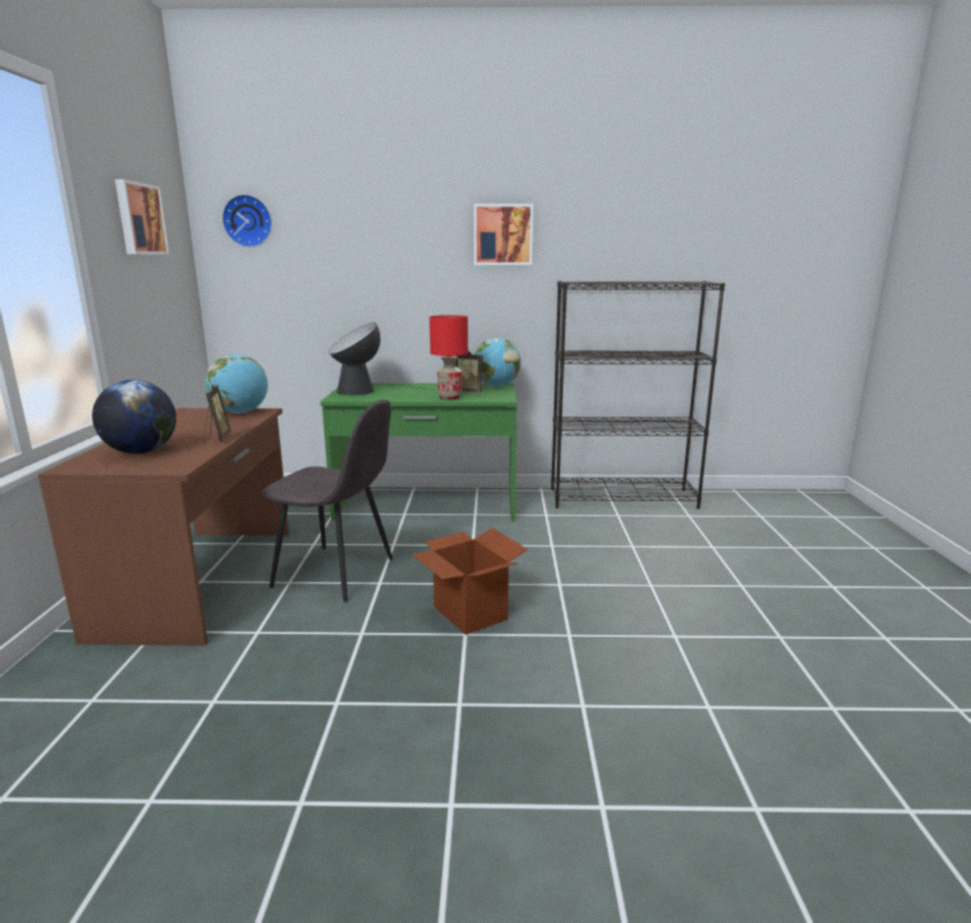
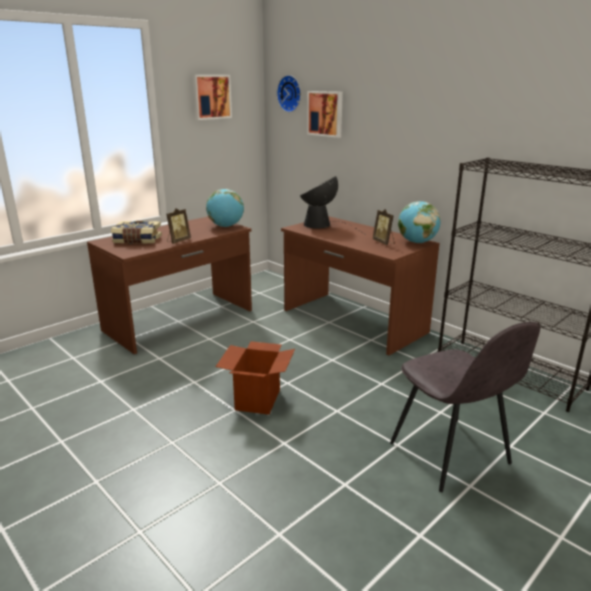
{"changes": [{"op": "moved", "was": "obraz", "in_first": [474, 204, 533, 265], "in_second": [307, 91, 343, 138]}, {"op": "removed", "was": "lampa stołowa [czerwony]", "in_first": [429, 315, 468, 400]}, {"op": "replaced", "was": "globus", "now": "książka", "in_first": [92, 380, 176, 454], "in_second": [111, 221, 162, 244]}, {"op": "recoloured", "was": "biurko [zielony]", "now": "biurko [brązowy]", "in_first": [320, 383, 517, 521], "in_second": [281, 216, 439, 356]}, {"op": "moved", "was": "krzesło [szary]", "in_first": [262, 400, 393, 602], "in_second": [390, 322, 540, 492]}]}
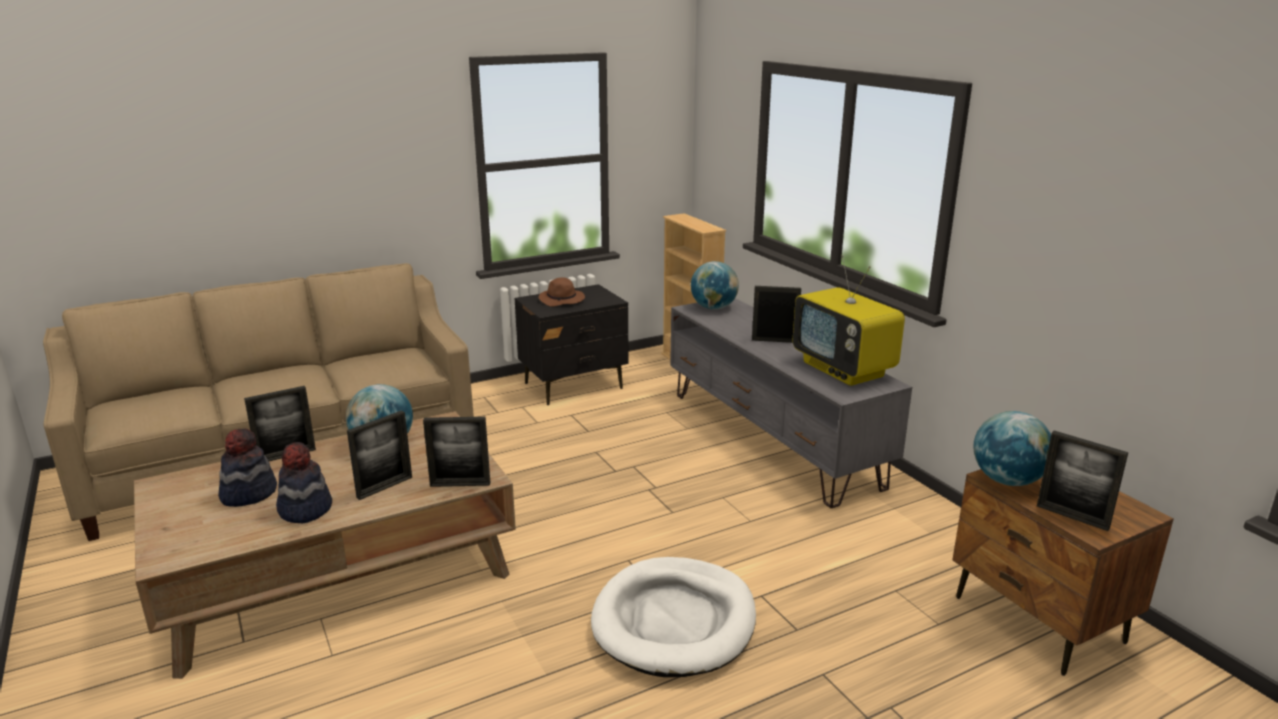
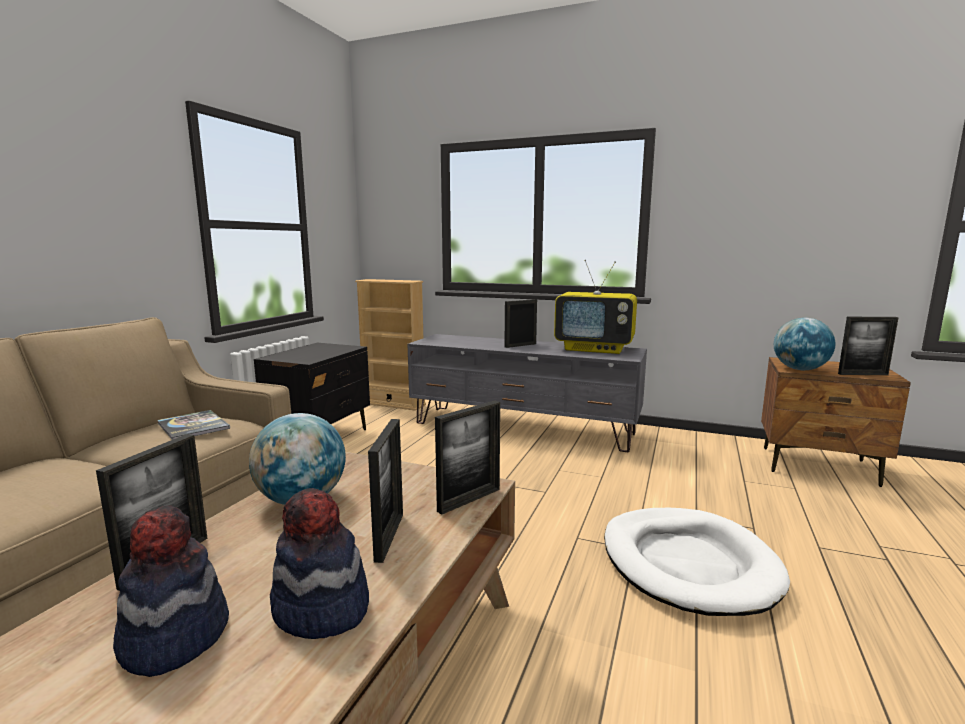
{"changes": [{"op": "removed", "was": "globus", "in_first": [691, 261, 739, 310]}, {"op": "removed", "was": "kapelusz [brązowy]", "in_first": [539, 277, 585, 307]}, {"op": "added", "now": "książka", "in_second": [158, 410, 230, 440]}]}
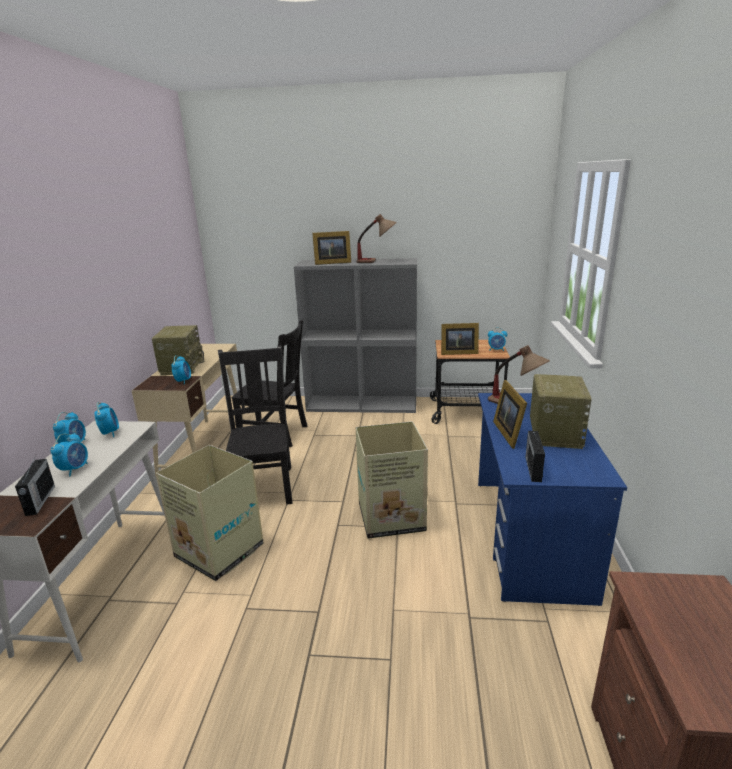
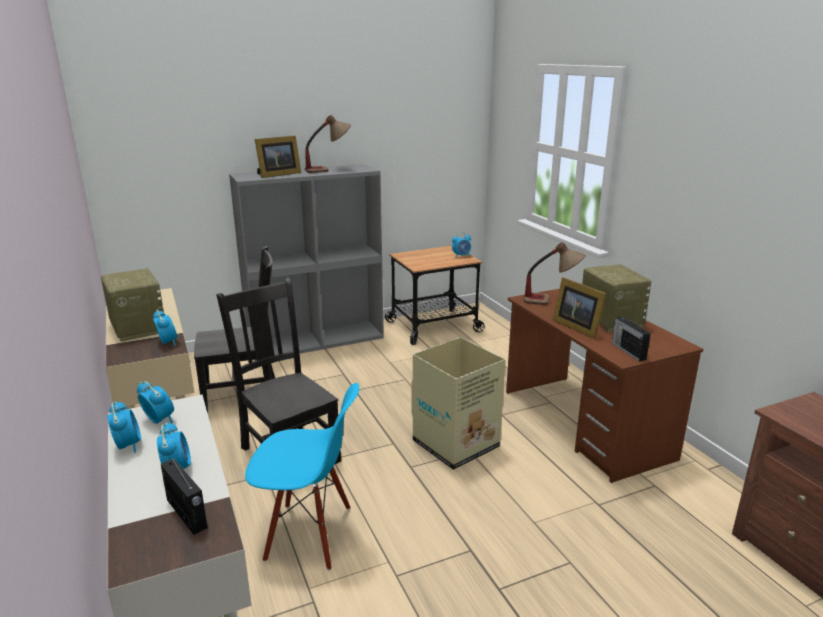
{"changes": [{"op": "removed", "was": "ramka na zdjęcie", "in_first": [441, 323, 479, 355]}, {"op": "recoloured", "was": "biurko [niebieski]", "now": "biurko [brązowy]", "in_first": [478, 393, 627, 606], "in_second": [506, 289, 703, 483]}, {"op": "replaced", "was": "karton", "now": "krzesło [niebieski]", "in_first": [156, 445, 264, 581], "in_second": [245, 383, 359, 570]}]}
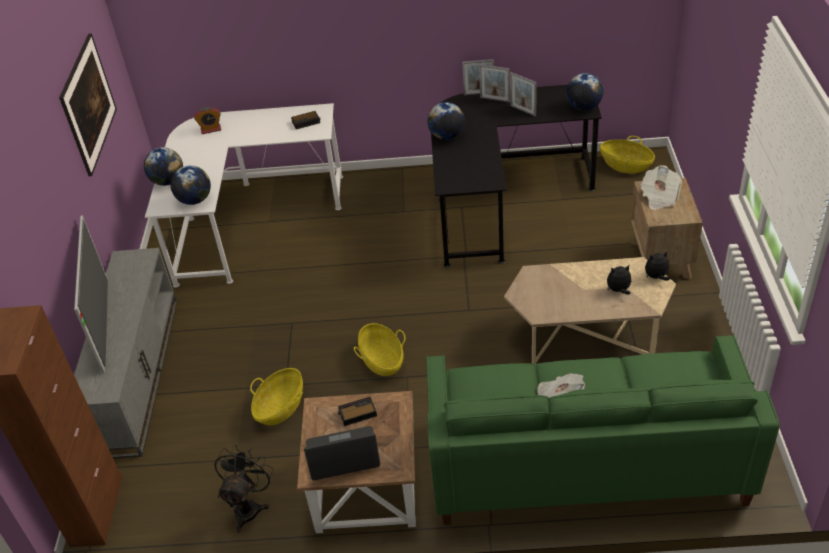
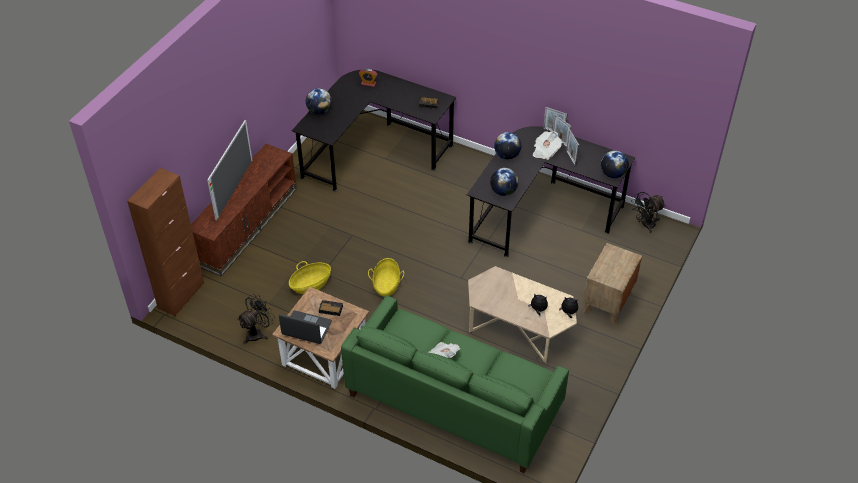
{"changes": [{"op": "removed", "was": "obraz", "in_first": [59, 34, 117, 176]}, {"op": "recoloured", "was": "biurko [biały]", "now": "biurko [czarny]", "in_first": [145, 103, 343, 288], "in_second": [292, 70, 457, 192]}, {"op": "replaced", "was": "koszyk", "now": "wentylator [czarny]", "in_first": [600, 136, 655, 174], "in_second": [631, 192, 666, 233]}, {"op": "moved", "was": "globus", "in_first": [171, 165, 211, 205], "in_second": [490, 168, 518, 196]}, {"op": "moved", "was": "gazeta", "in_first": [640, 165, 682, 210], "in_second": [533, 131, 562, 160]}, {"op": "recoloured", "was": "szafka pod telewizor [szary]", "now": "szafka pod telewizor [brązowy]", "in_first": [74, 248, 177, 459], "in_second": [191, 144, 297, 277]}]}
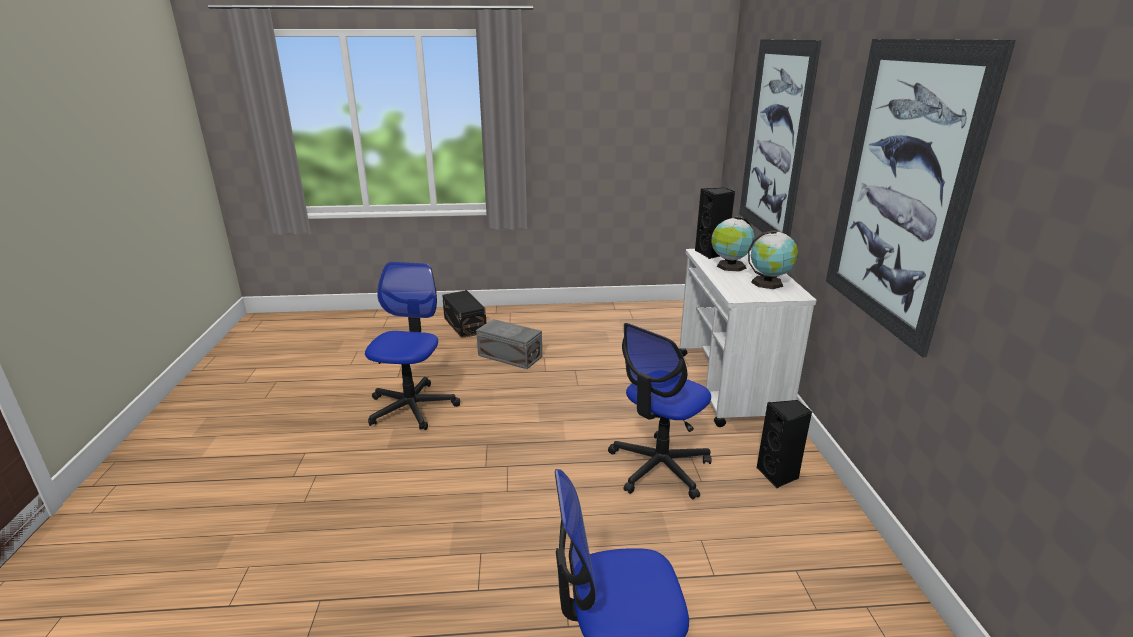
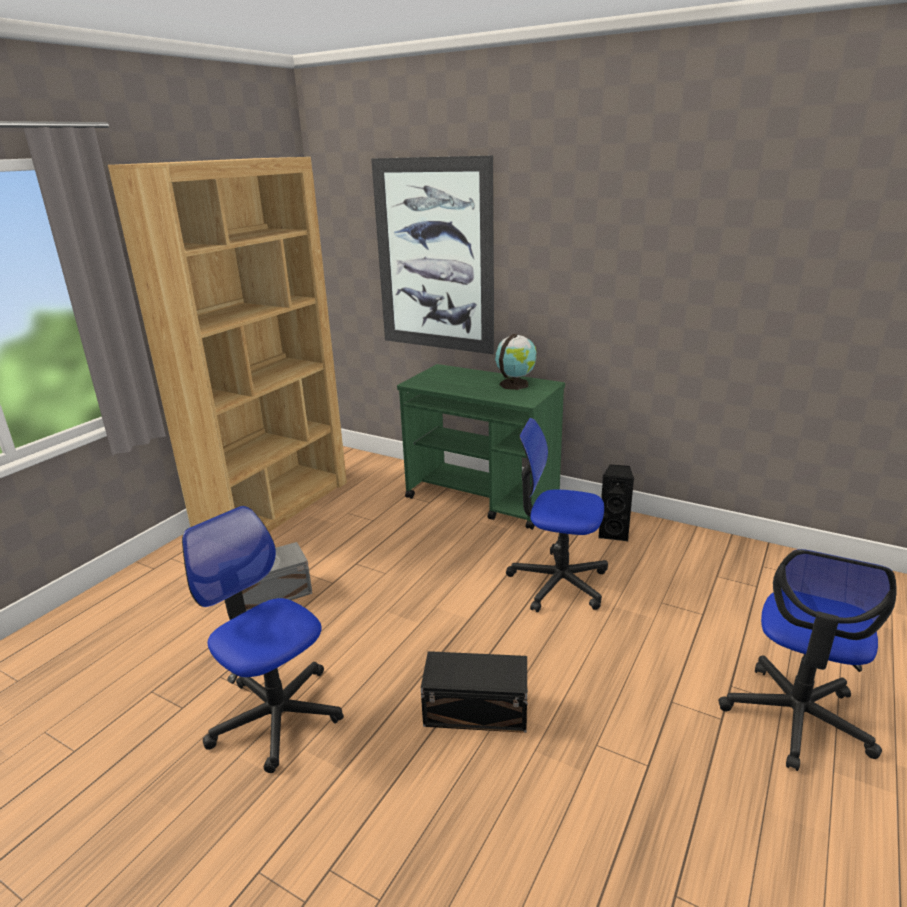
{"changes": [{"op": "removed", "was": "obraz", "in_first": [826, 39, 1016, 357]}, {"op": "removed", "was": "głośnik [czarny]", "in_first": [695, 188, 735, 259]}, {"op": "removed", "was": "globus", "in_first": [711, 217, 755, 271]}, {"op": "recoloured", "was": "wózek [biały]", "now": "wózek [zielony]", "in_first": [679, 249, 817, 427], "in_second": [397, 364, 565, 530]}, {"op": "moved", "was": "pojemnik do przechowywania [czarny]", "in_first": [442, 290, 486, 338], "in_second": [421, 651, 528, 733]}, {"op": "turned", "was": "krzesło biurowe", "in_first": [608, 323, 712, 499], "in_second": [506, 418, 608, 612], "clockwise": 120}, {"op": "added", "now": "regał [brązowy]", "in_second": [108, 157, 347, 532]}]}
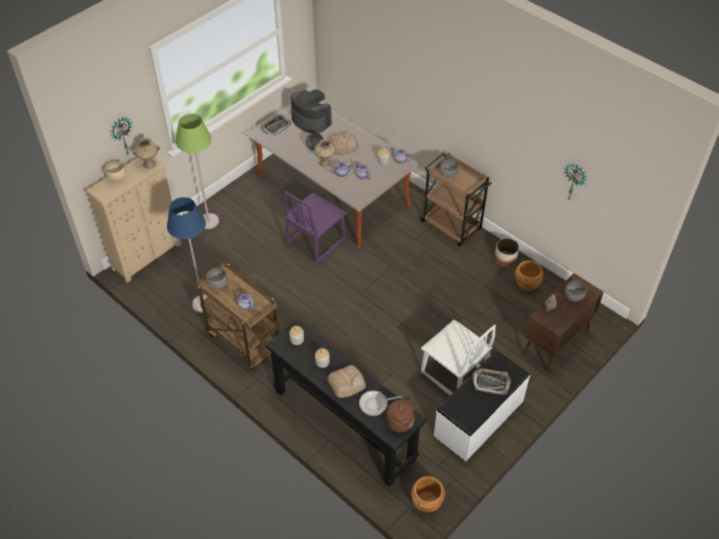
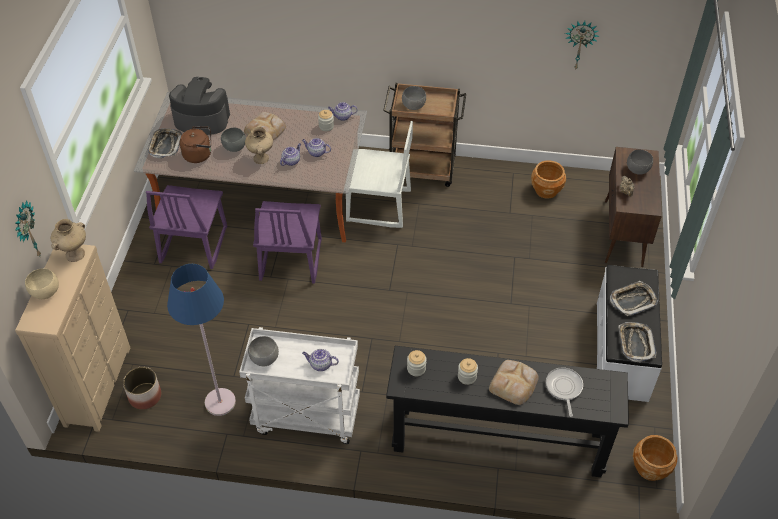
{"changes": [{"op": "removed", "was": "lampa stojąca [zielony]", "in_first": [176, 114, 219, 229]}, {"op": "moved", "was": "donica", "in_first": [494, 238, 519, 268], "in_second": [123, 367, 161, 410]}, {"op": "recoloured", "was": "wózek [brązowy]", "now": "wózek [biały]", "in_first": [196, 262, 279, 371], "in_second": [239, 327, 360, 444]}, {"op": "moved", "was": "krzesło [biały]", "in_first": [421, 320, 496, 395], "in_second": [346, 121, 413, 228]}, {"op": "turned", "was": "patelnia", "in_first": [359, 390, 402, 416], "in_second": [546, 367, 583, 417], "clockwise": 135}, {"op": "moved", "was": "czajnik [brązowy]", "in_first": [386, 397, 420, 432], "in_second": [179, 126, 211, 163]}, {"op": "added", "now": "krzesło [fioletowy]", "in_second": [146, 185, 227, 269]}, {"op": "added", "now": "taca", "in_second": [618, 322, 656, 363]}]}
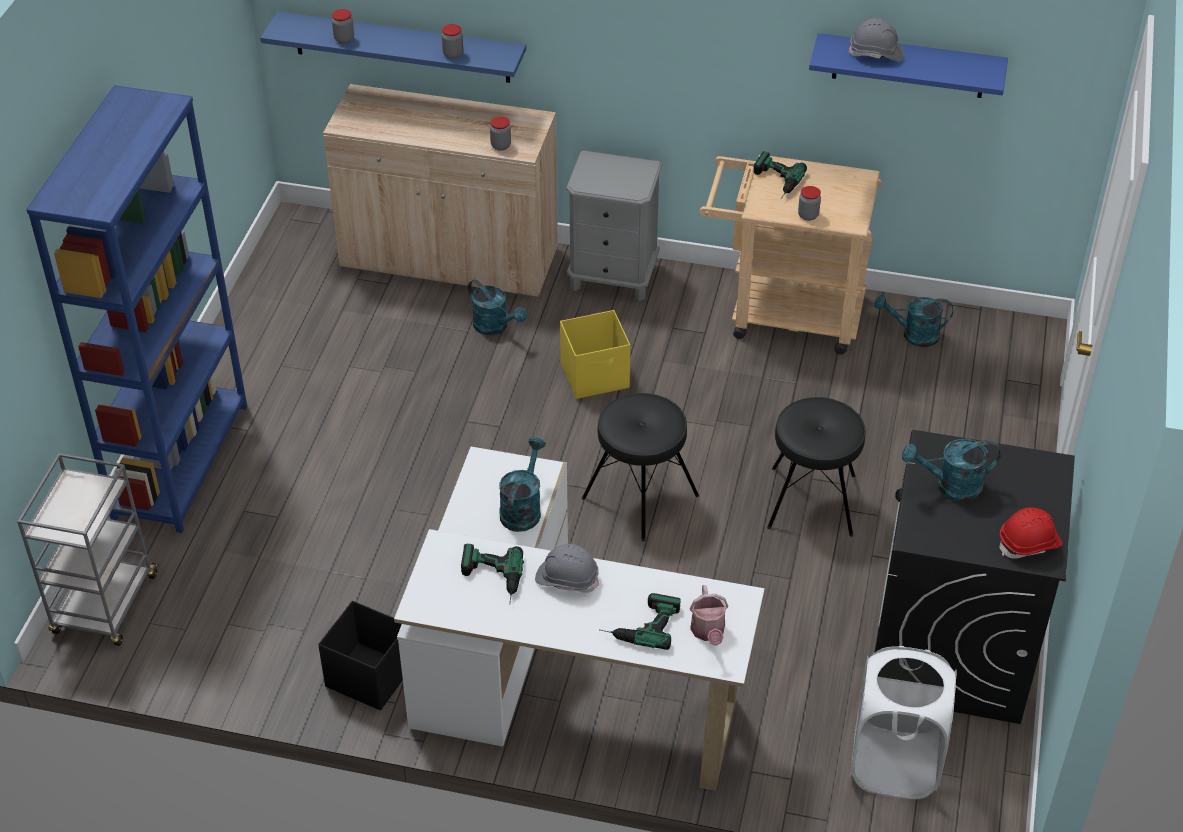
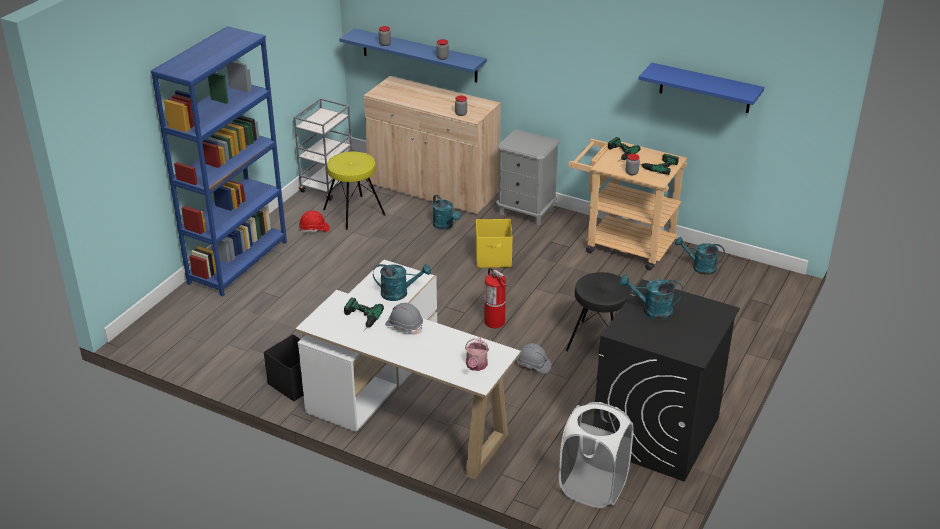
{"changes": [{"op": "moved", "was": "kask [szary]", "in_first": [848, 18, 904, 62], "in_second": [516, 343, 552, 373]}, {"op": "replaced", "was": "stołek [czarny]", "now": "gaśnica", "in_first": [582, 393, 699, 541], "in_second": [484, 268, 506, 328]}, {"op": "turned", "was": "konewka [turkusowy]", "in_first": [499, 437, 546, 532], "in_second": [373, 264, 431, 301], "clockwise": 60}, {"op": "moved", "was": "wózek [szary]", "in_first": [17, 453, 159, 646], "in_second": [293, 98, 352, 201]}, {"op": "moved", "was": "kask [czerwony]", "in_first": [999, 507, 1062, 559], "in_second": [299, 210, 330, 233]}, {"op": "moved", "was": "wiertarka", "in_first": [599, 593, 680, 650], "in_second": [639, 154, 679, 175]}, {"op": "added", "now": "stołek [żółty]", "in_second": [323, 152, 386, 230]}]}
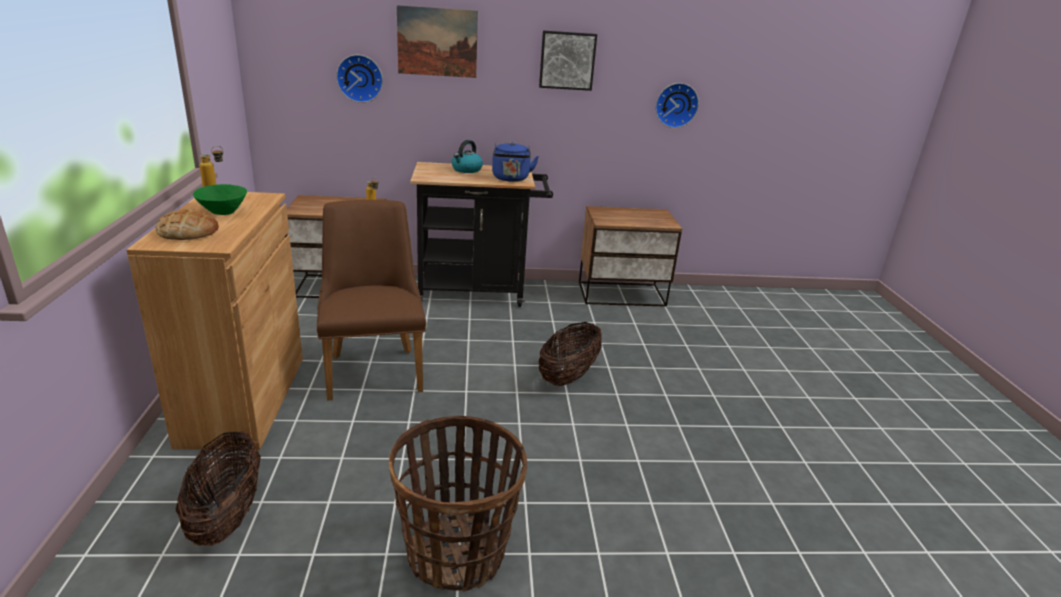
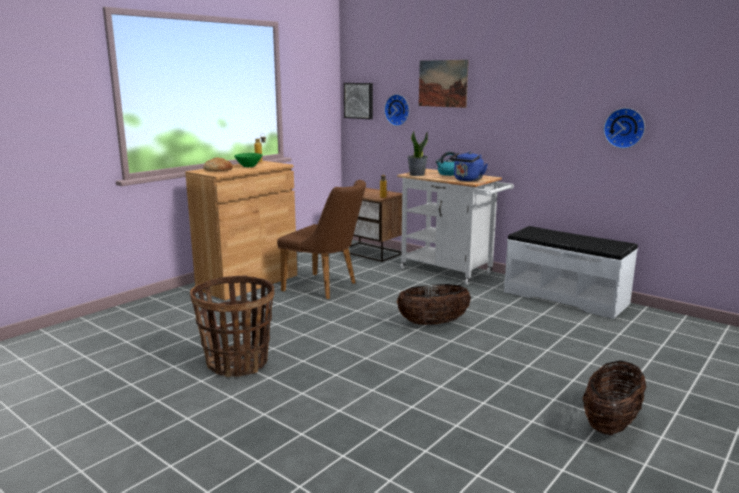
{"changes": [{"op": "moved", "was": "obraz", "in_first": [539, 30, 597, 91], "in_second": [344, 83, 373, 119]}, {"op": "recoloured", "was": "wózek [czarny]", "now": "wózek [biały]", "in_first": [410, 162, 553, 307], "in_second": [397, 169, 514, 285]}, {"op": "turned", "was": "krzesło [brązowy]", "in_first": [317, 200, 426, 401], "in_second": [277, 180, 366, 299], "clockwise": 90}, {"op": "replaced", "was": "szafka nocna", "now": "ławka [biały]", "in_first": [579, 206, 682, 307], "in_second": [504, 226, 638, 319]}, {"op": "moved", "was": "koszyk", "in_first": [175, 431, 261, 546], "in_second": [583, 360, 646, 435]}, {"op": "added", "now": "roślina doniczkowa", "in_second": [407, 130, 428, 176]}]}
